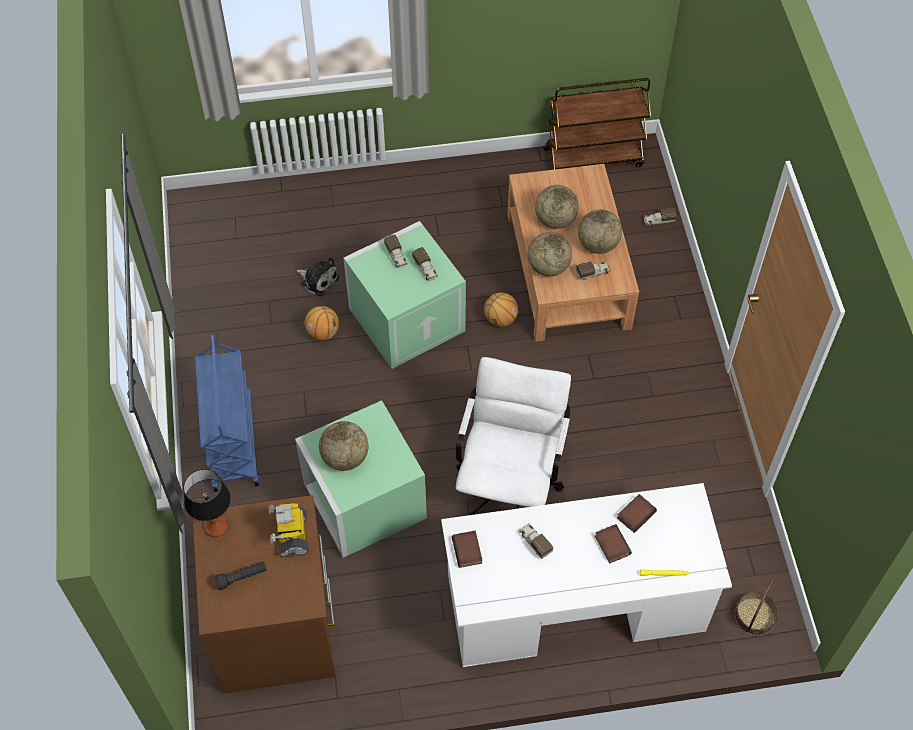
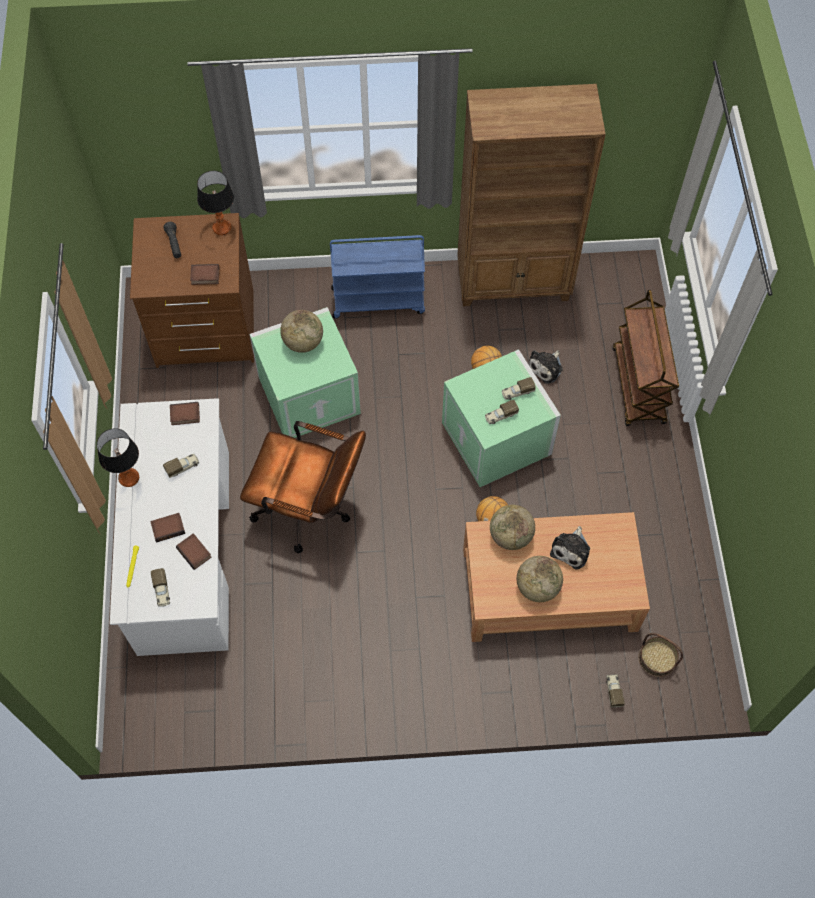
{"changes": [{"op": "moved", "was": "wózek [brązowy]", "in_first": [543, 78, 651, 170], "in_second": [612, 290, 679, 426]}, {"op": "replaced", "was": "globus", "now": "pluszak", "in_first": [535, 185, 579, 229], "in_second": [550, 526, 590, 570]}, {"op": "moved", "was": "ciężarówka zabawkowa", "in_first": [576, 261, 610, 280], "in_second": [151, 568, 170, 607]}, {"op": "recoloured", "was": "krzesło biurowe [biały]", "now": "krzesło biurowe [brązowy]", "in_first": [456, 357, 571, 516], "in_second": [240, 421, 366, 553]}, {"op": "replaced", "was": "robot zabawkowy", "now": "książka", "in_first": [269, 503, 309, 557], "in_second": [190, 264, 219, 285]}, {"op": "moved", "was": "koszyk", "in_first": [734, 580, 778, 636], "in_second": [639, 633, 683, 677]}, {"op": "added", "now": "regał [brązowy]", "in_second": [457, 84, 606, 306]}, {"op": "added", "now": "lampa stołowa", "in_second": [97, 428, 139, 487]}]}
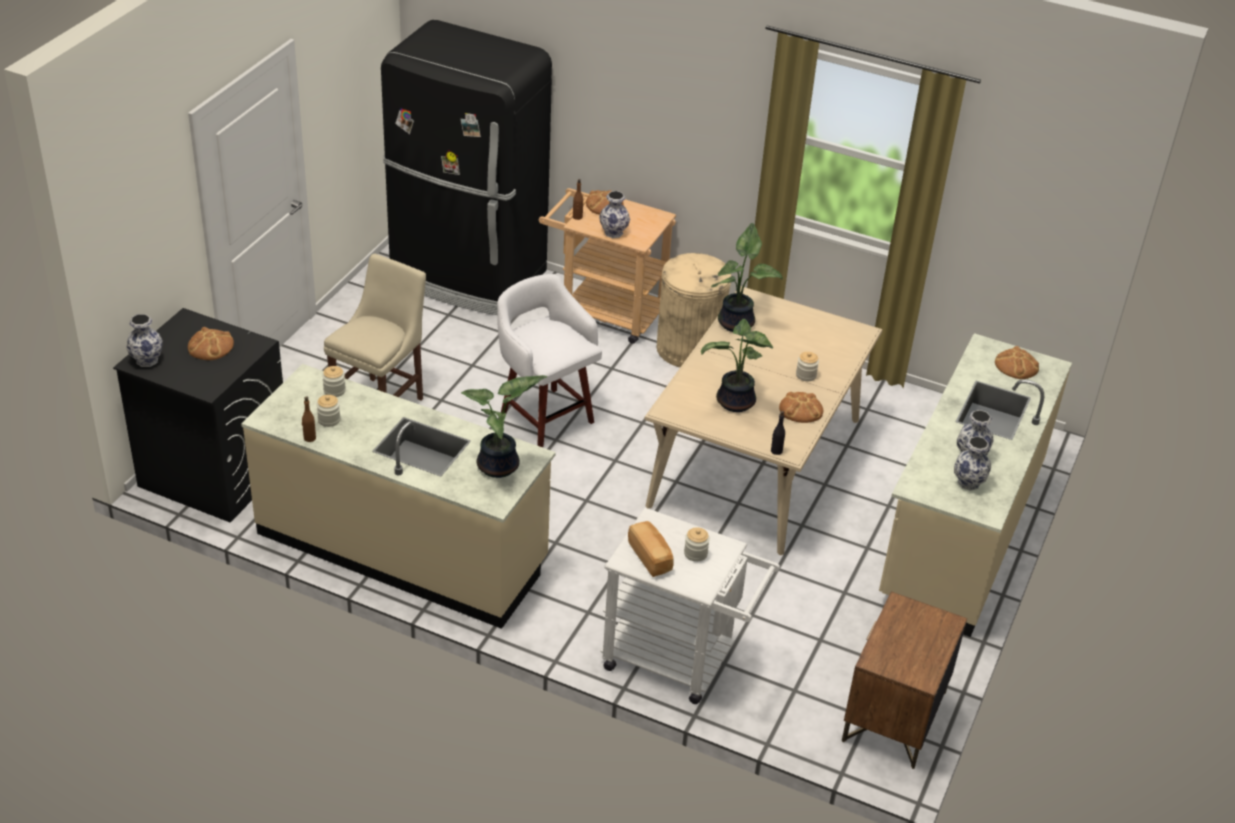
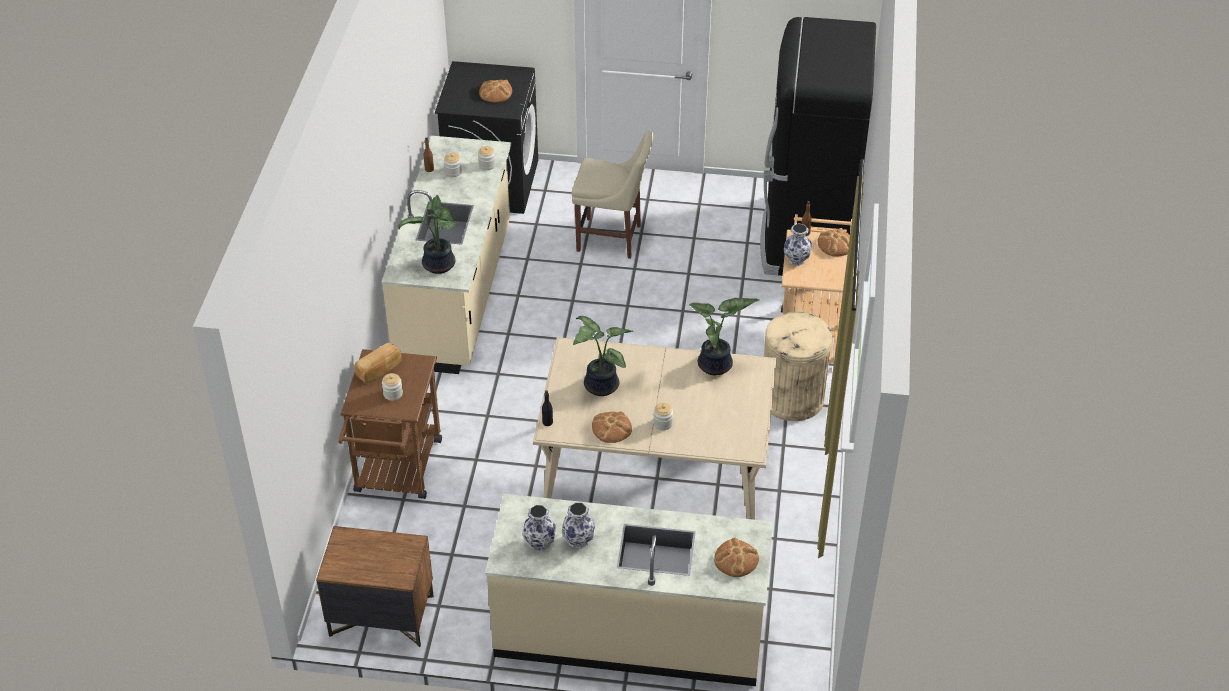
{"changes": [{"op": "removed", "was": "stołek [biały]", "in_first": [497, 274, 602, 447]}, {"op": "removed", "was": "wazon", "in_first": [126, 314, 163, 367]}, {"op": "recoloured", "was": "wózek [biały]", "now": "wózek [brązowy]", "in_first": [600, 508, 780, 704], "in_second": [339, 349, 442, 499]}]}
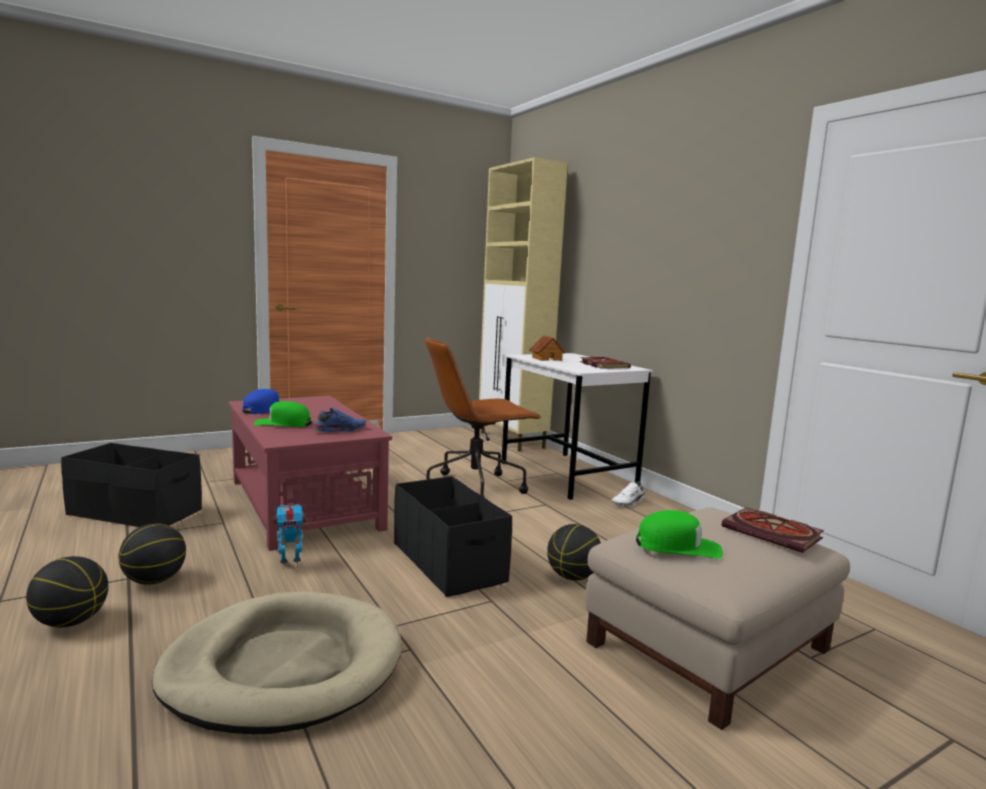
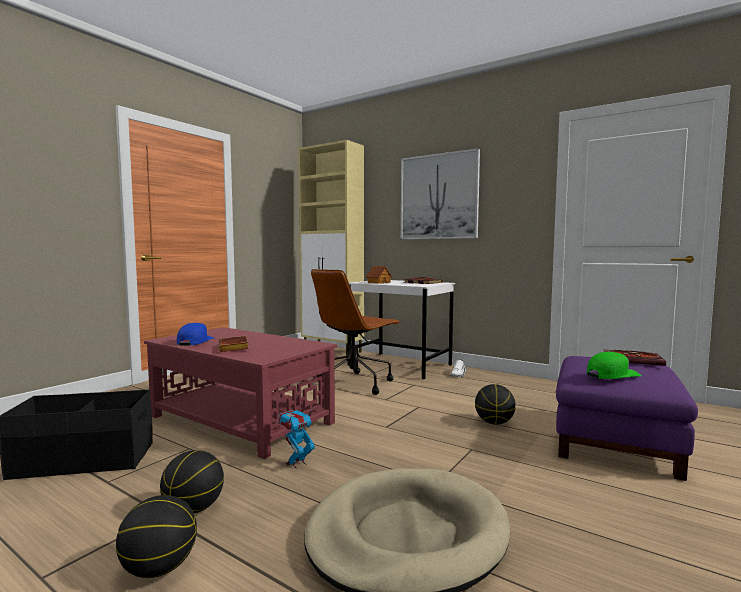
{"changes": [{"op": "replaced", "was": "czapka z daszkiem [zielony]", "now": "książka [brązowy]", "in_first": [254, 401, 312, 427], "in_second": [218, 336, 249, 352]}, {"op": "removed", "was": "but [niebieski]", "in_first": [313, 408, 366, 432]}, {"op": "removed", "was": "pojemnik do przechowywania [czarny]", "in_first": [394, 476, 512, 597]}, {"op": "recoloured", "was": "pufa [beżowy]", "now": "pufa [fioletowy]", "in_first": [585, 507, 850, 730], "in_second": [556, 356, 698, 481]}, {"op": "added", "now": "obraz", "in_second": [401, 148, 480, 239]}]}
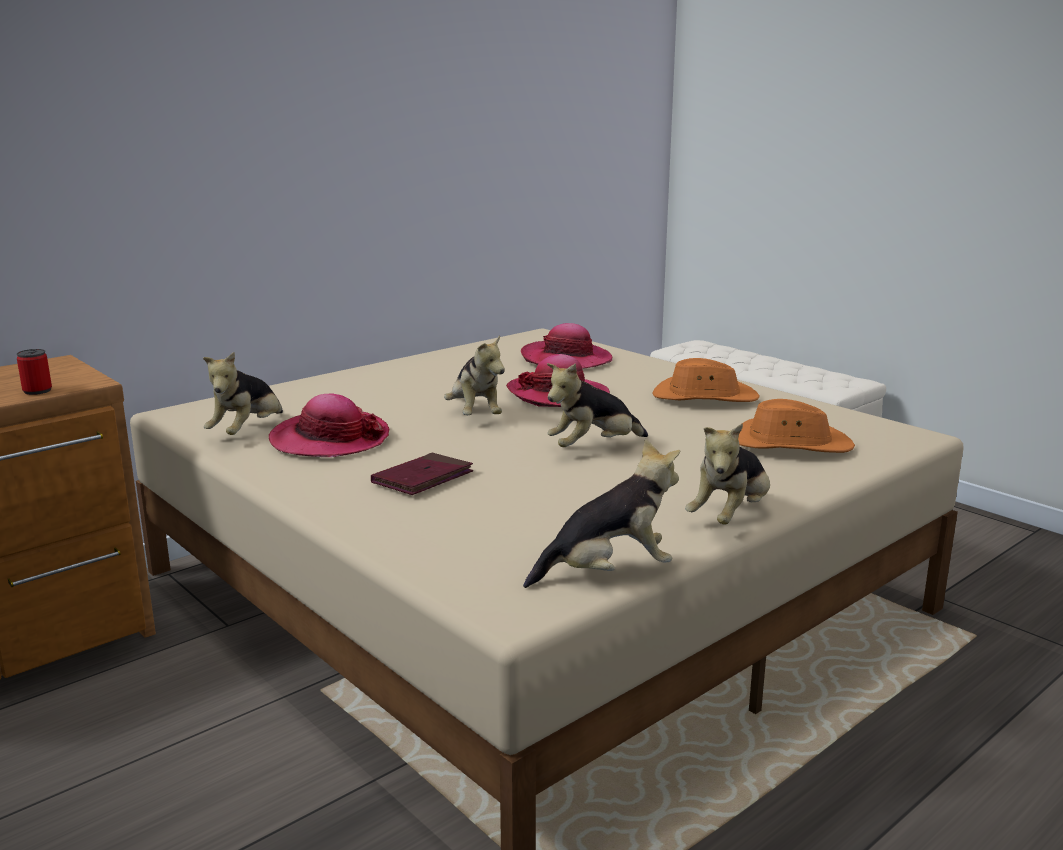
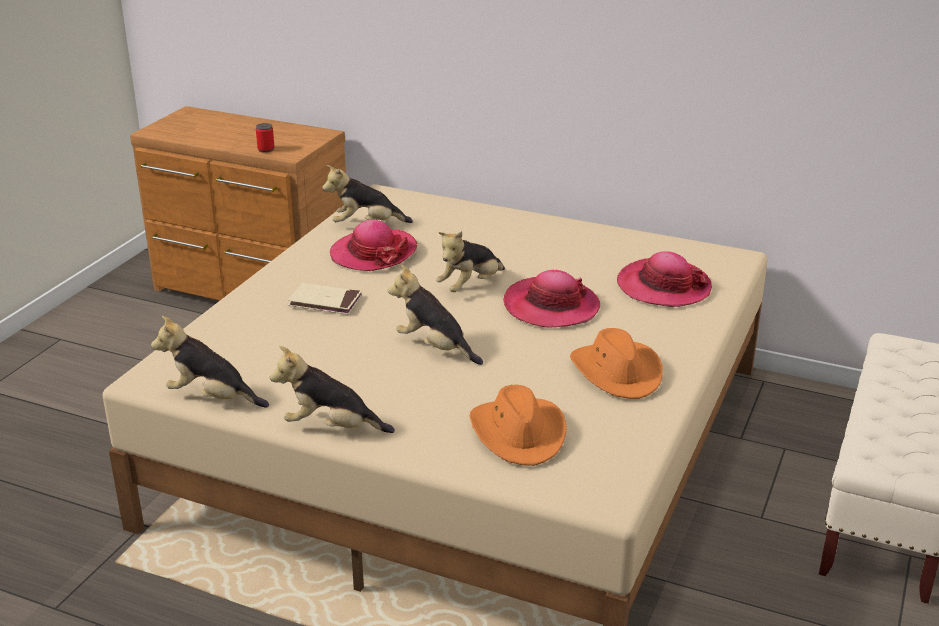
{"changes": [{"op": "turned", "was": "pluszak", "in_first": [523, 438, 681, 588], "in_second": [151, 316, 269, 408], "clockwise": 150}, {"op": "recoloured", "was": "książka [czerwony]", "now": "książka [beżowy]", "in_first": [371, 452, 473, 495], "in_second": [288, 283, 362, 315]}]}
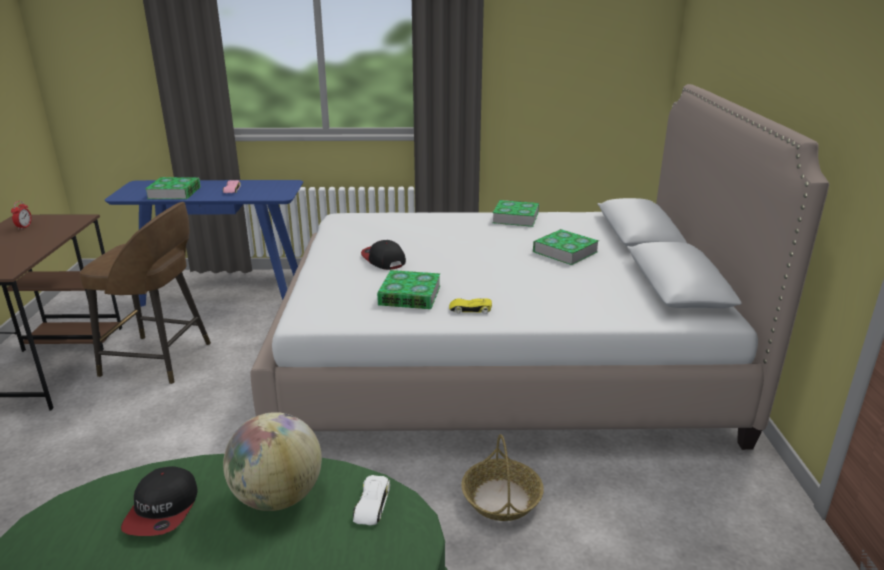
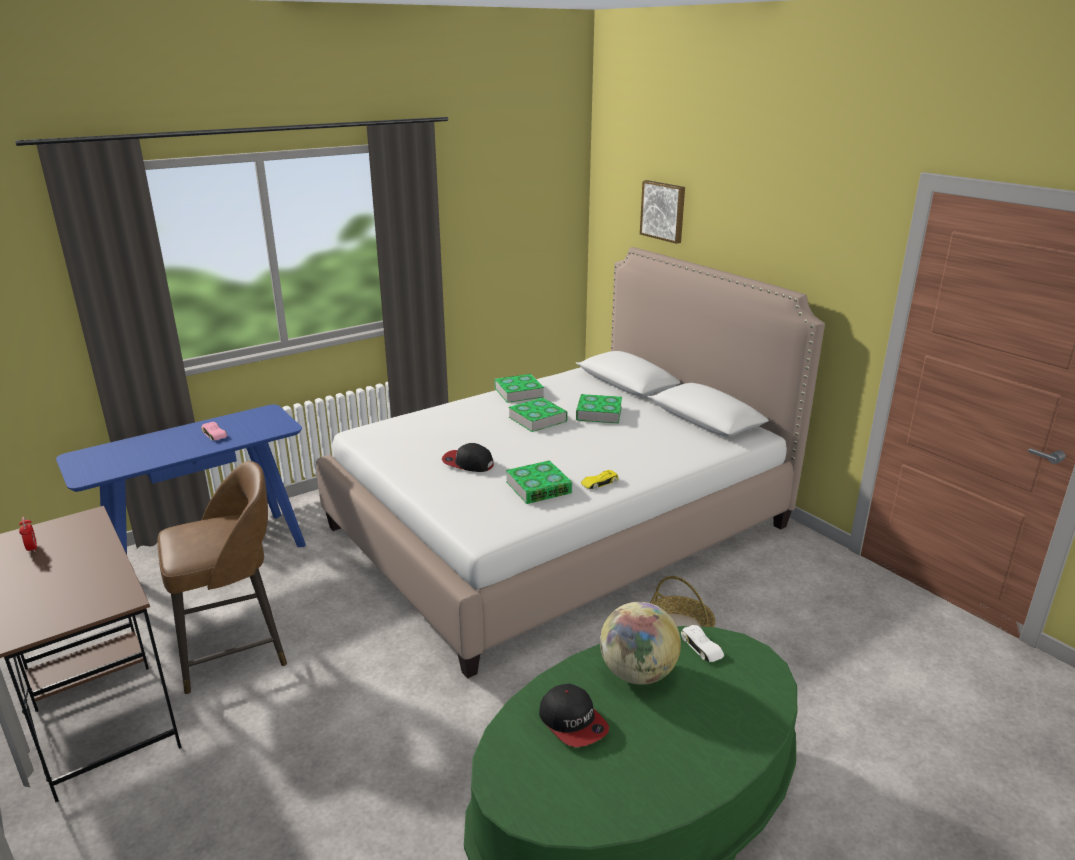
{"changes": [{"op": "moved", "was": "książka", "in_first": [145, 177, 201, 199], "in_second": [508, 398, 568, 432]}, {"op": "added", "now": "obraz", "in_second": [640, 180, 685, 244]}]}
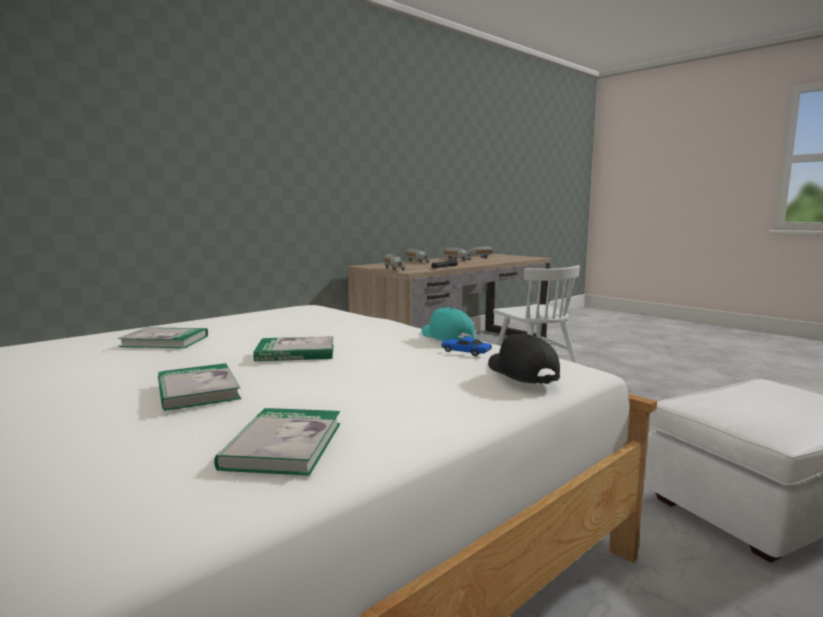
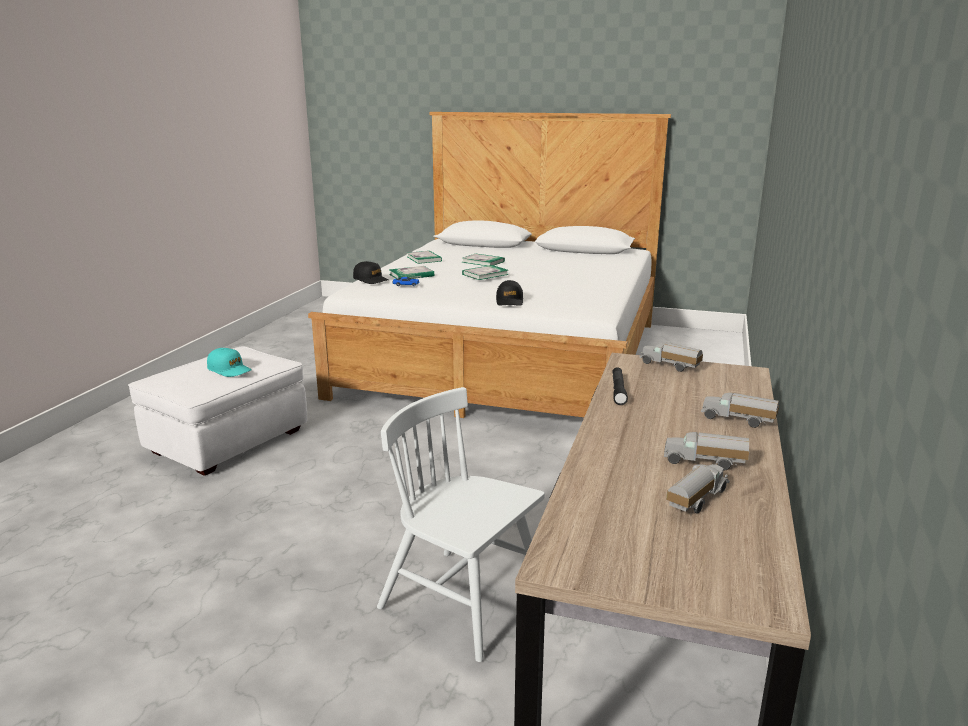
{"changes": [{"op": "moved", "was": "czapka z daszkiem [turkusowy]", "in_first": [421, 308, 475, 341], "in_second": [207, 348, 251, 377]}, {"op": "moved", "was": "książka", "in_first": [118, 327, 208, 348], "in_second": [389, 266, 434, 279]}, {"op": "added", "now": "czapka z daszkiem [czarny]", "in_second": [496, 280, 523, 306]}]}
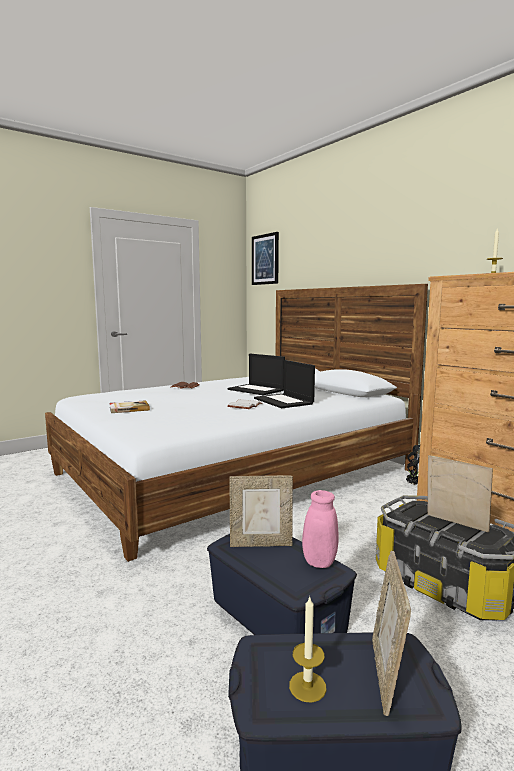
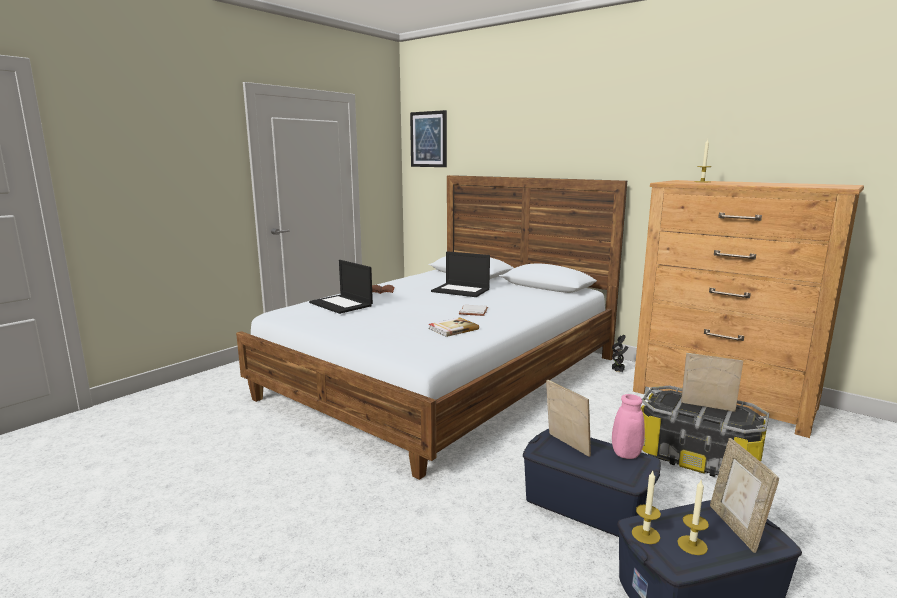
{"changes": [{"op": "moved", "was": "laptop", "in_first": [254, 360, 315, 408], "in_second": [309, 260, 373, 314]}, {"op": "moved", "was": "książka", "in_first": [109, 400, 150, 413], "in_second": [428, 318, 479, 337]}, {"op": "turned", "was": "ramka na zdjęcie", "in_first": [230, 475, 293, 547], "in_second": [546, 380, 591, 457], "clockwise": -105}, {"op": "added", "now": "świeca", "in_second": [632, 471, 661, 544]}]}
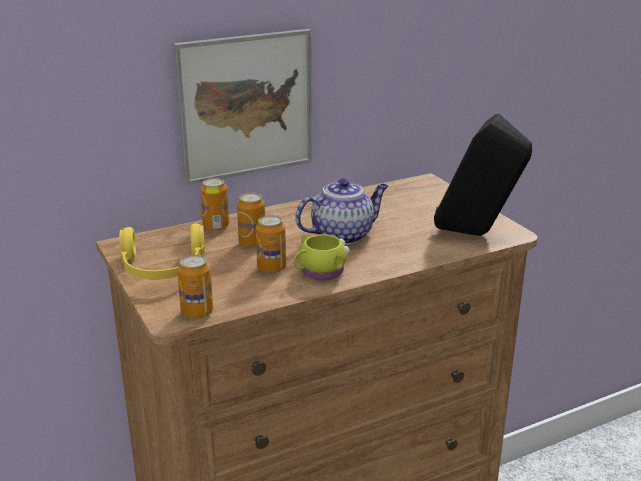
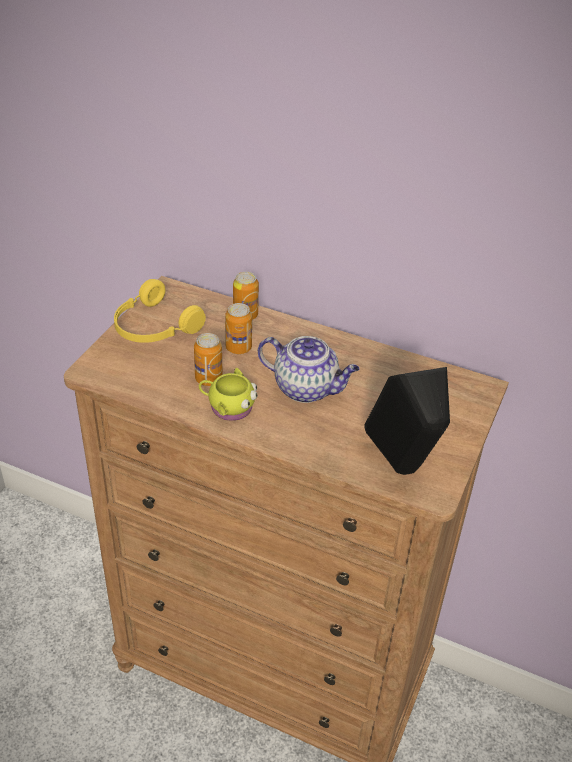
{"changes": [{"op": "removed", "was": "obraz", "in_first": [173, 29, 312, 185]}, {"op": "removed", "was": "puszka", "in_first": [177, 255, 213, 319]}]}
